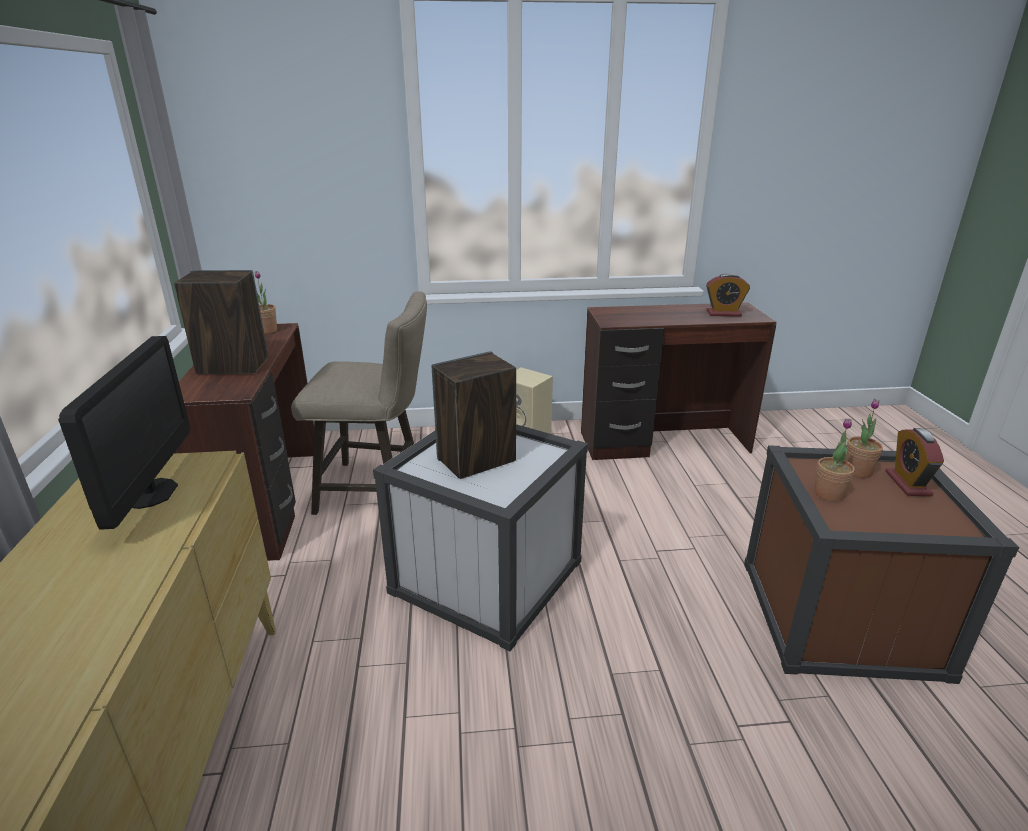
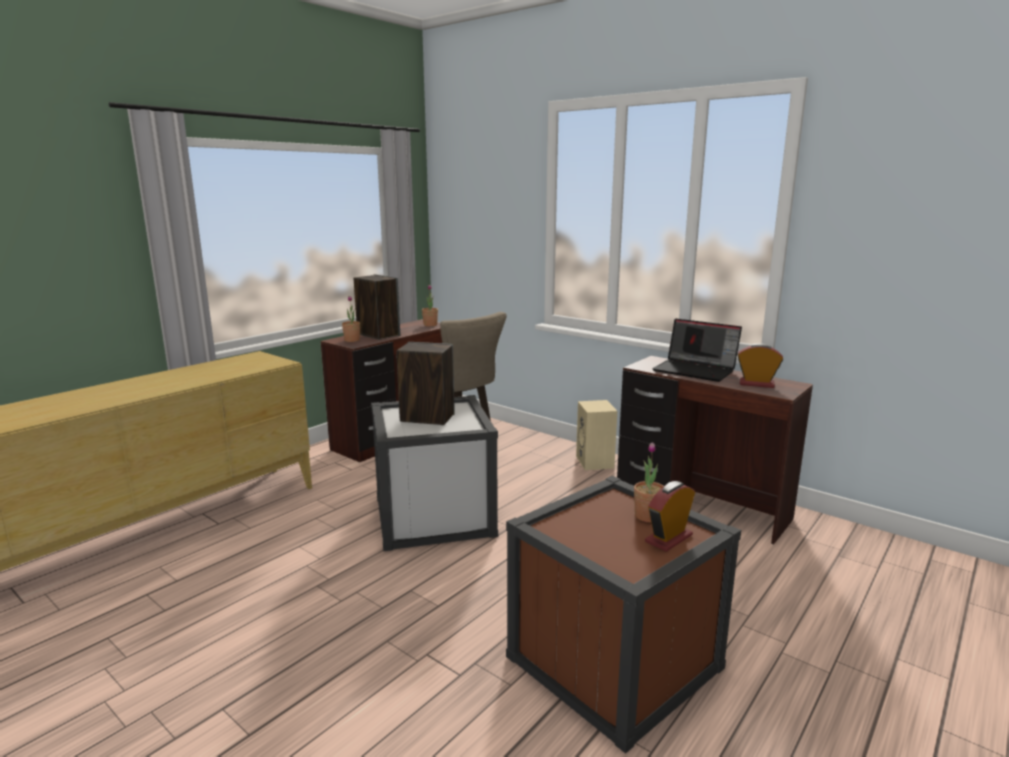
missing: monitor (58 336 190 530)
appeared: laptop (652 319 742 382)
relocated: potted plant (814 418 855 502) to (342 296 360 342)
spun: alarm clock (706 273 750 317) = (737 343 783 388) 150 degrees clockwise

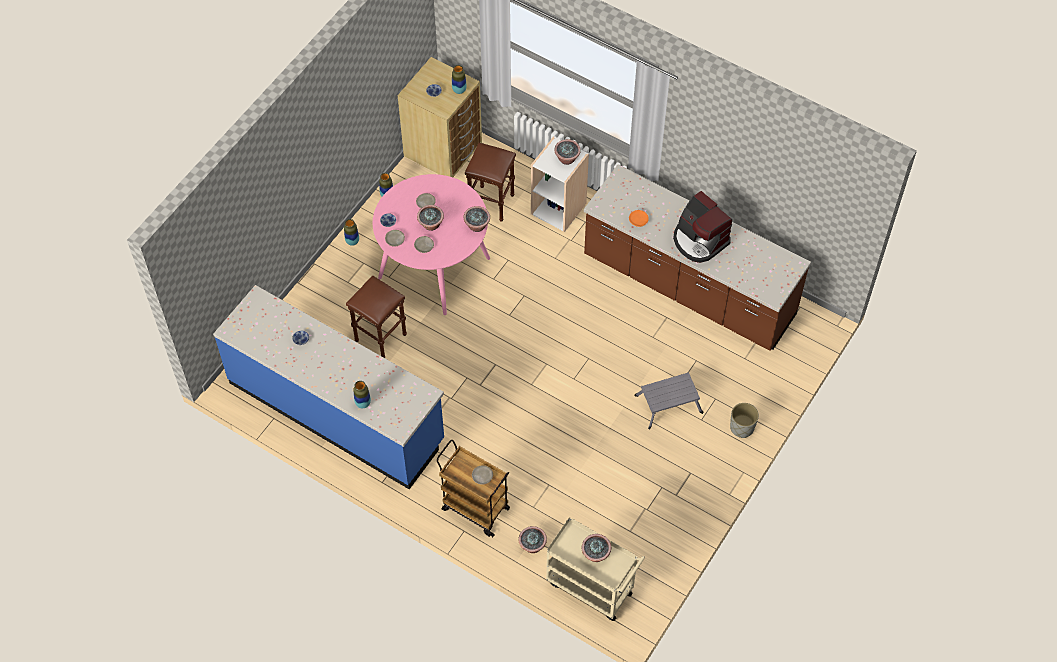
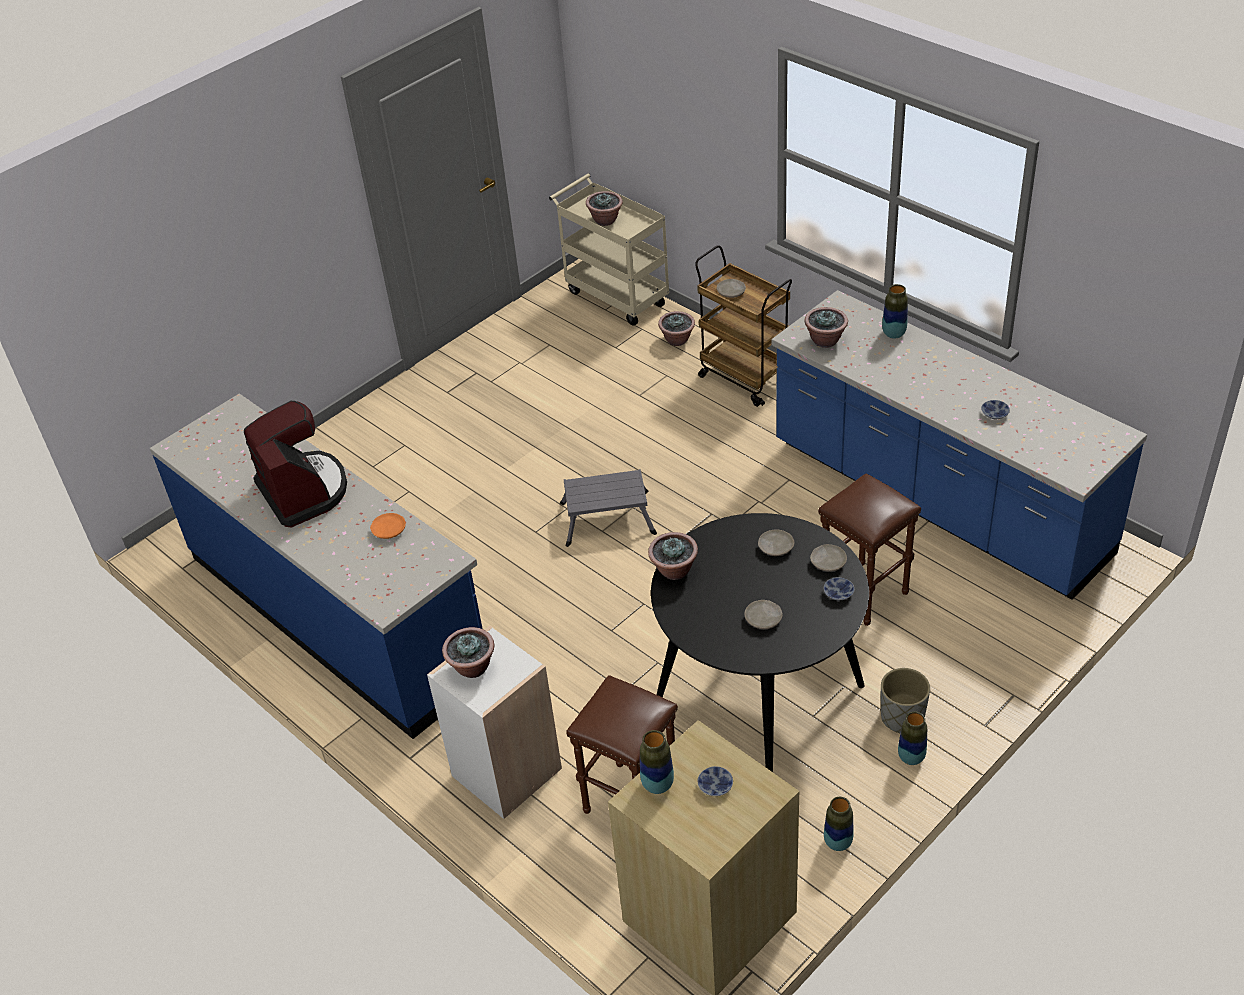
relocated: potted plant (417 205 444 231) to (804 307 848 348); grey step ladder (634 372 704 430) to (560 469 657 547); grey planter (730 403 759 438) to (881 668 930 733)
colour: pink dining table (373 174 490 315) to black dining table (651 513 869 772); brown counter (584 165 811 351) to blue counter (150 394 483 739)

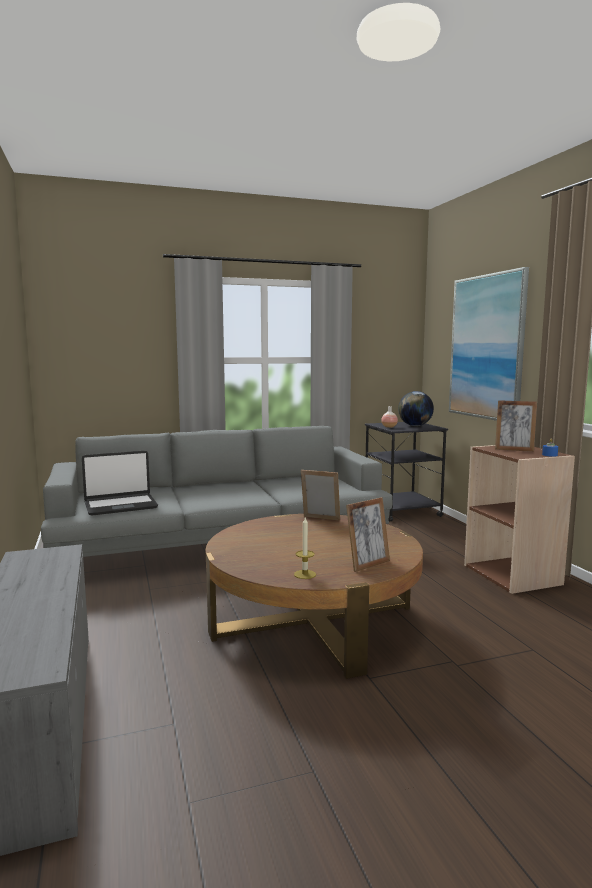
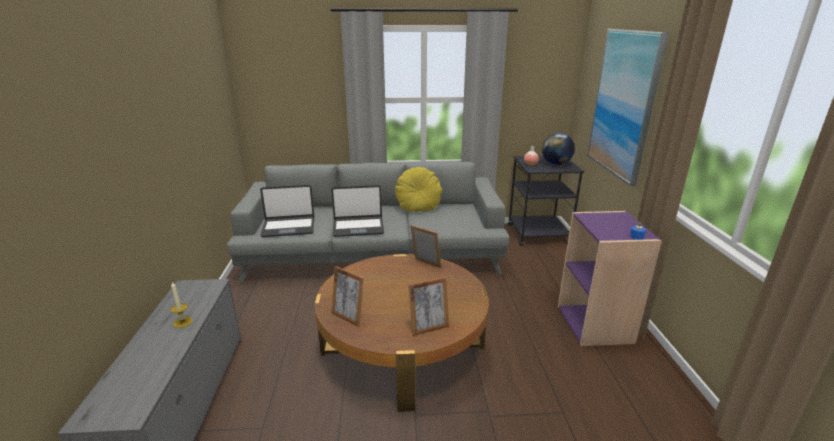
appeared: laptop (331 185 384 237); yellow pillow (395 167 442 212)
relocated: candle (294 518 316 579) to (171 282 193 328); picture frame (495 400 537 452) to (331 266 364 327)
colour: brown bookcase (464 445 575 594) to purple bookcase (558 211 662 346)

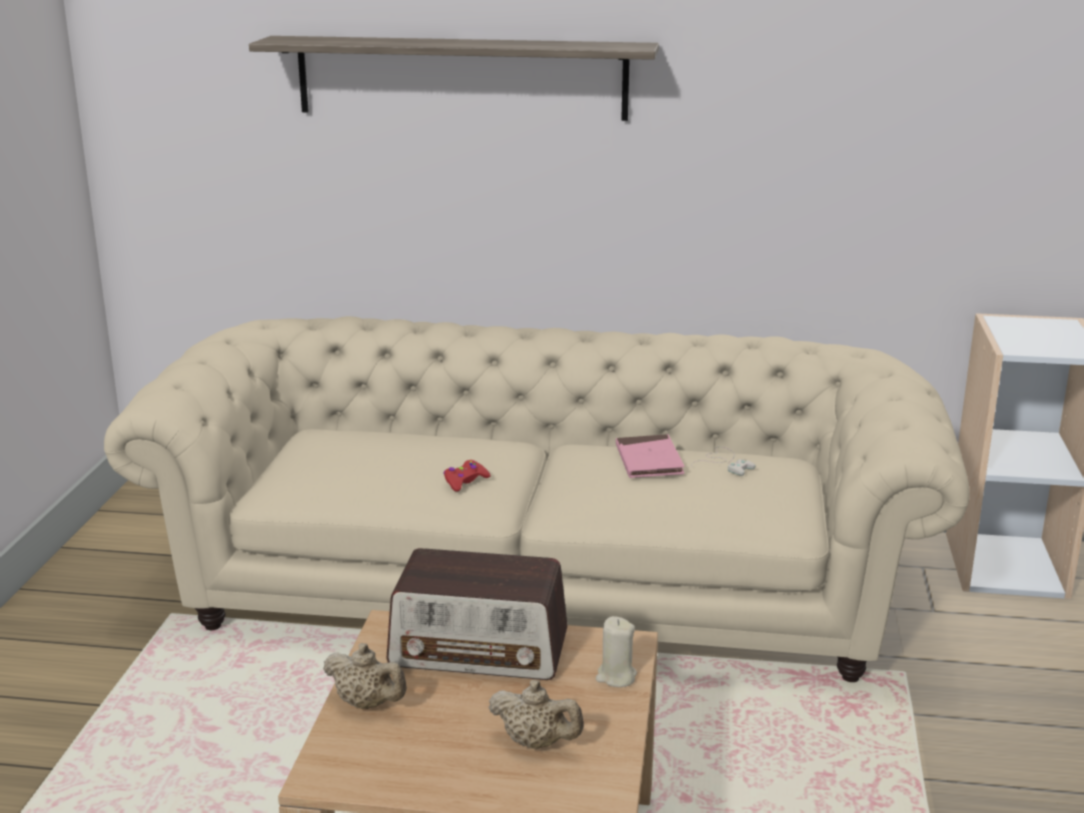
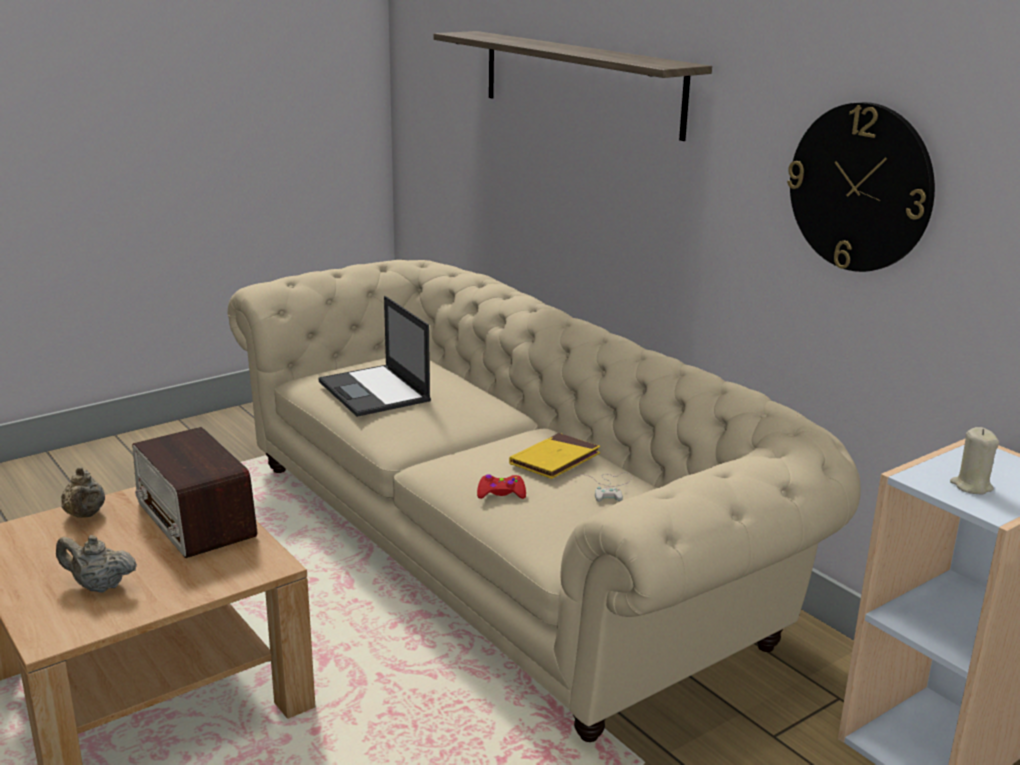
appeared: laptop (318 296 431 417); wall clock (787 102 935 272)
relocated: red game controller (443 460 491 492) to (477 474 526 499); beige candle (596 616 637 687) to (950 427 999 494)
colour: pink book (616 434 685 478) to yellow book (509 433 600 479)
spun: beige teapot (488 680 584 749) = (56 535 137 593) 120 degrees clockwise

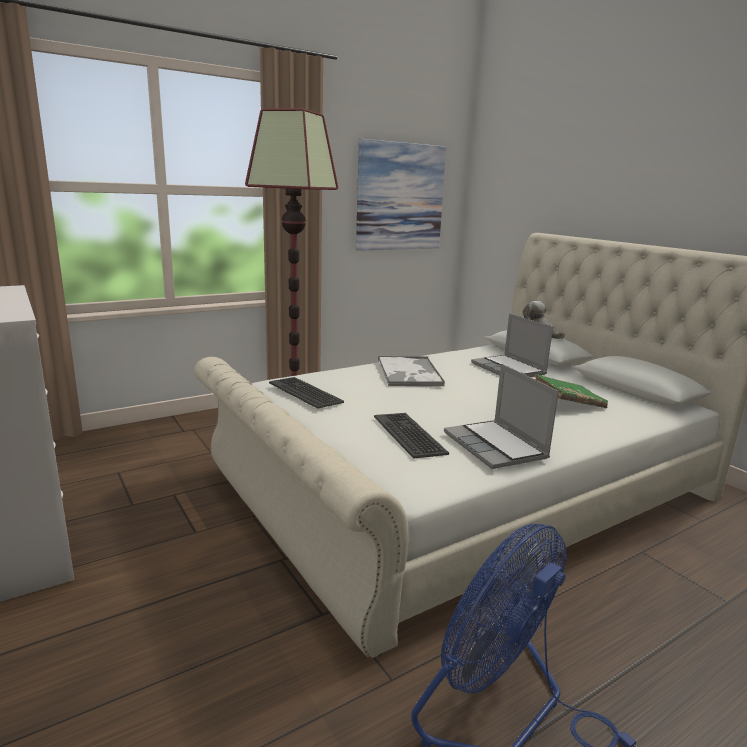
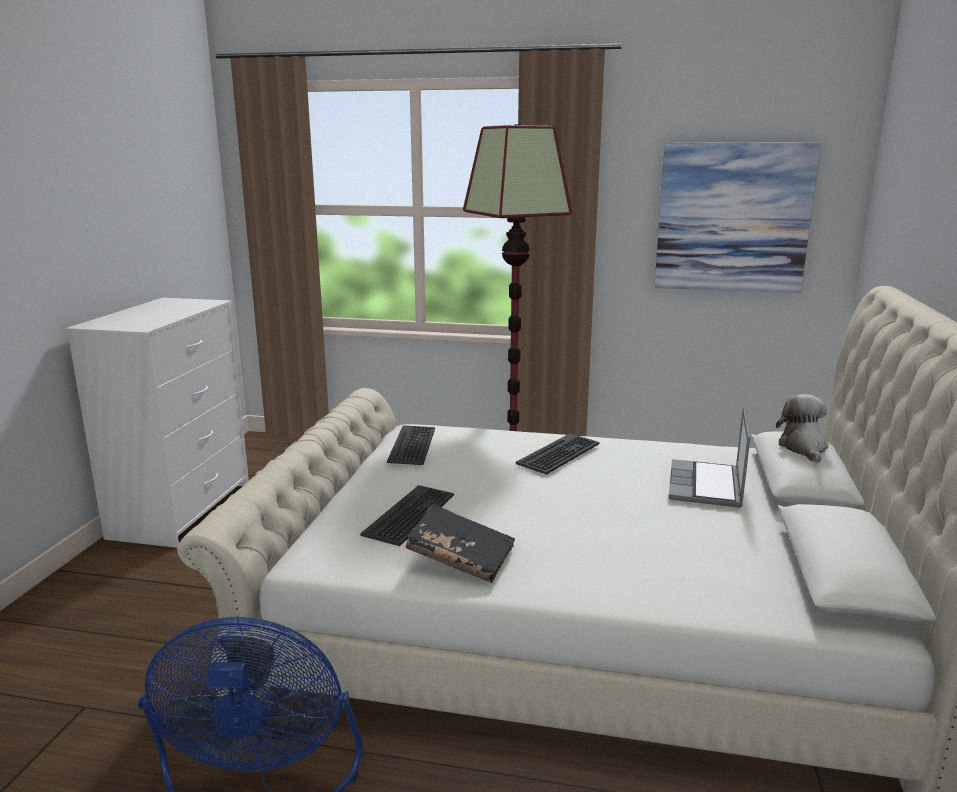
missing: green book (534 374 608 408)
exchanged: tray (378 356 445 386) to keyboard (516 433 599 475); laptop (444 364 559 469) to black book (406 504 515 583)

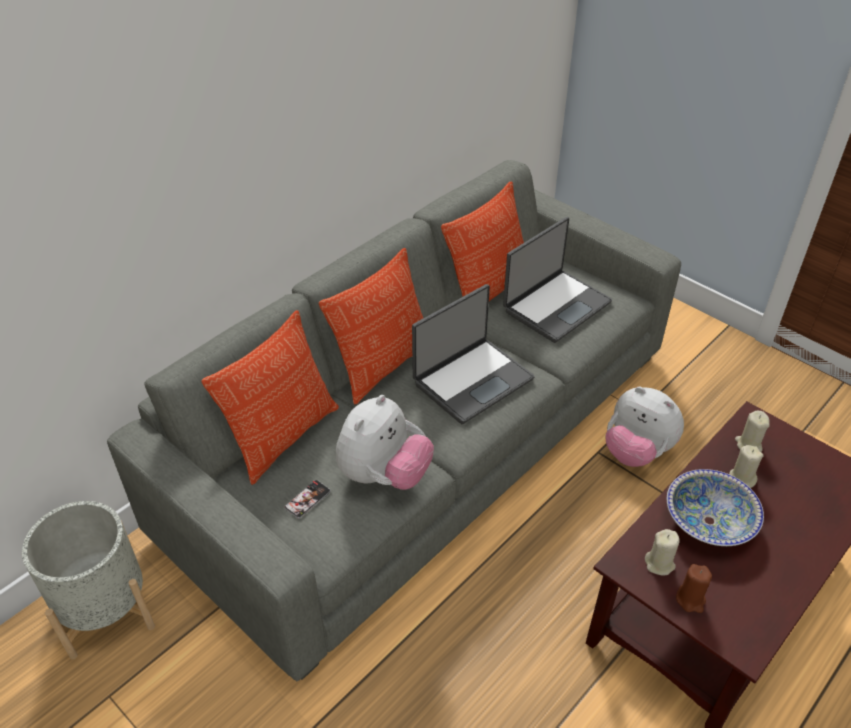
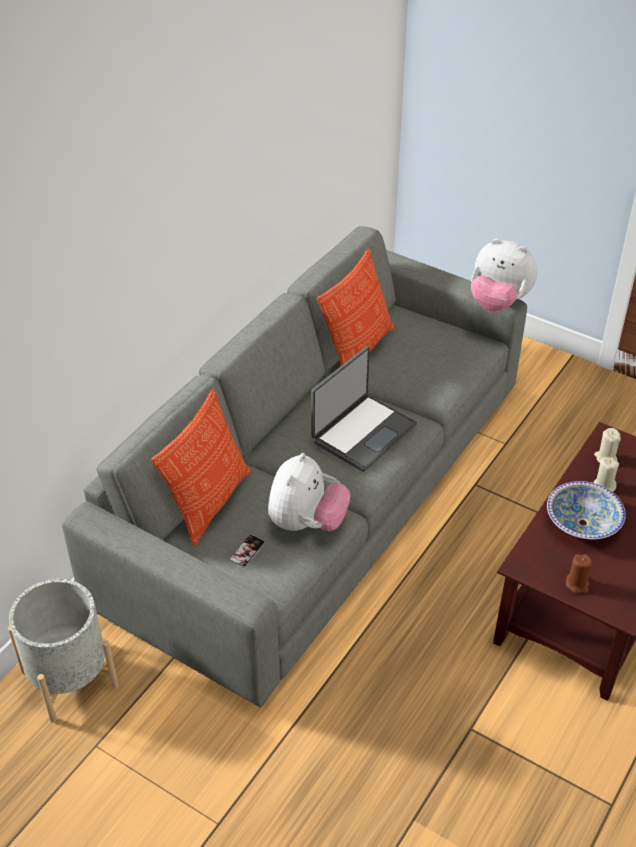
missing: orange pillow (319 248 423 405); laptop (503 217 612 343); beige candle (645 529 679 576)
relocated: plush toy (605 386 684 467) to (471 239 537 312)

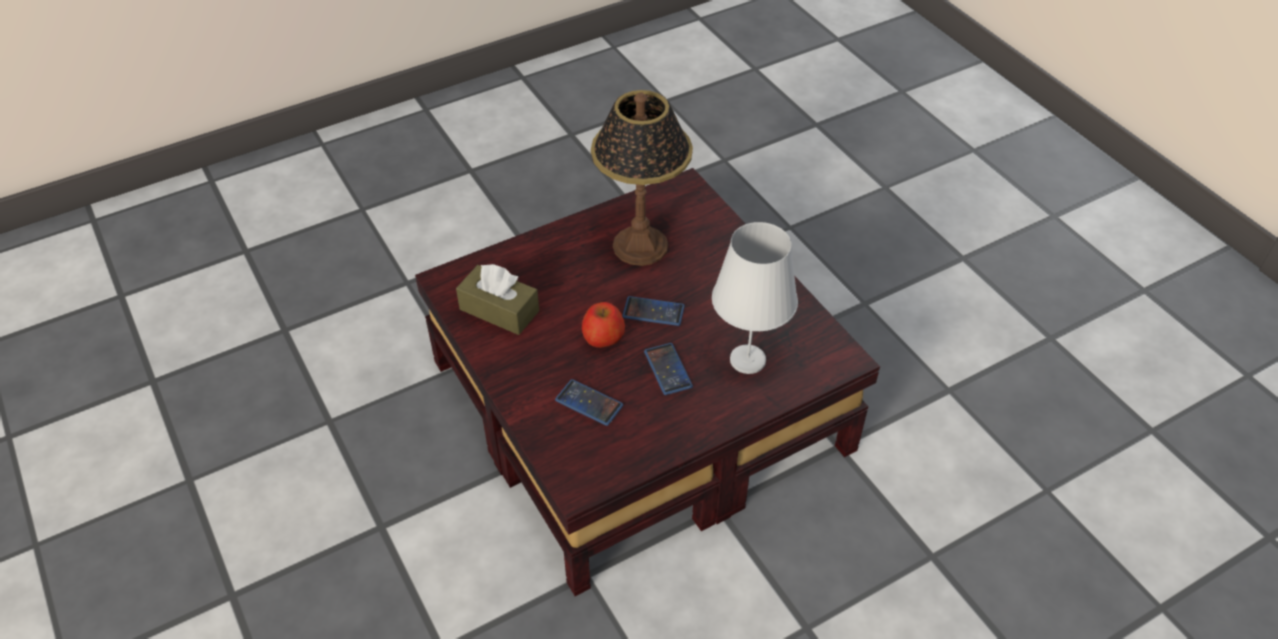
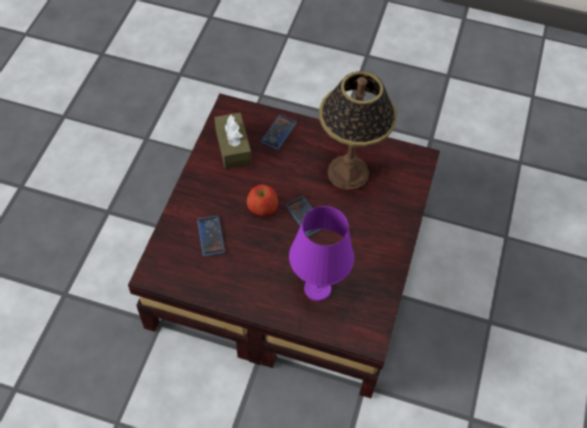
relocated: phone (644 343 693 395) to (261 115 297 150)
colour: white table lamp (712 222 798 374) to purple table lamp (289 206 354 301)

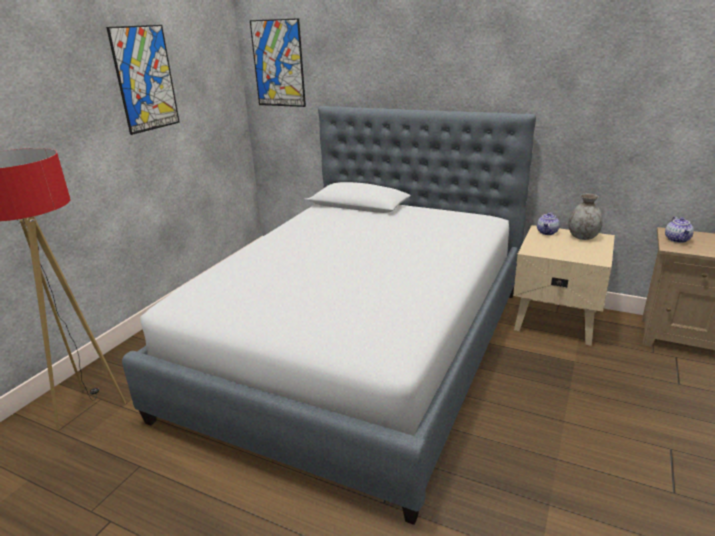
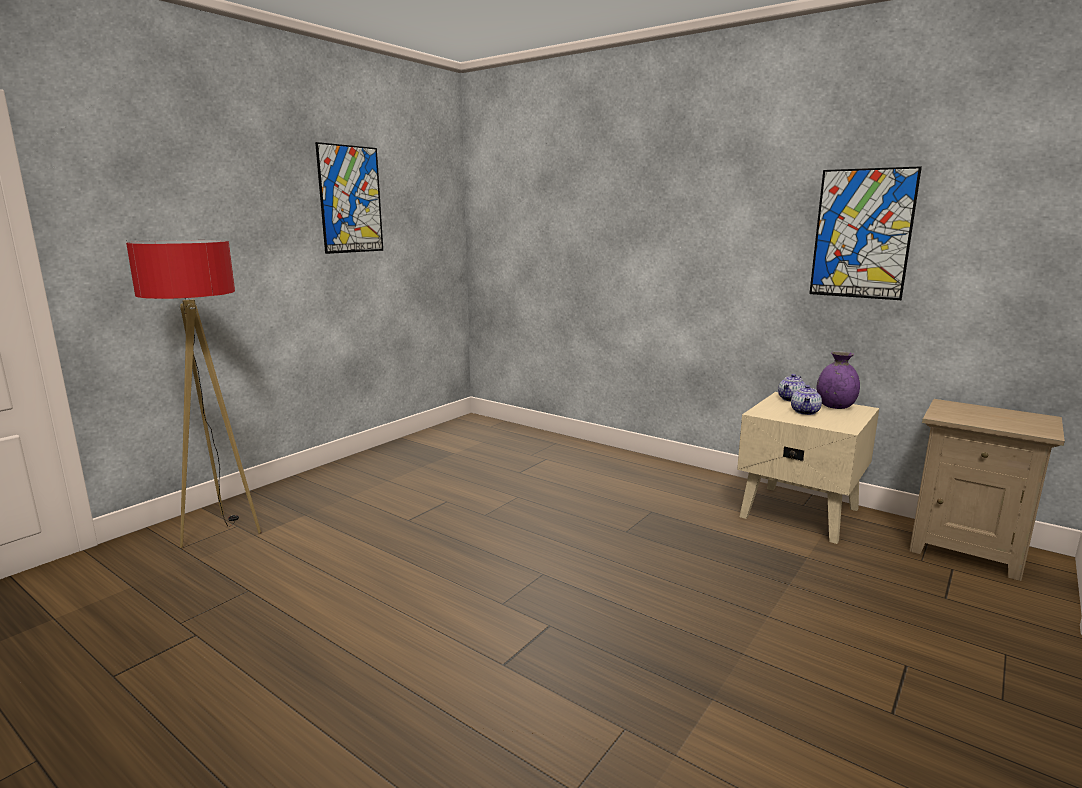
missing: bed (122 106 536 525)
relocated: picture (250 18 306 107) to (809 166 922 300); teapot (665 216 694 243) to (791 385 822 415)
colour: grey vase (568 194 603 240) to purple vase (816 351 860 409)

